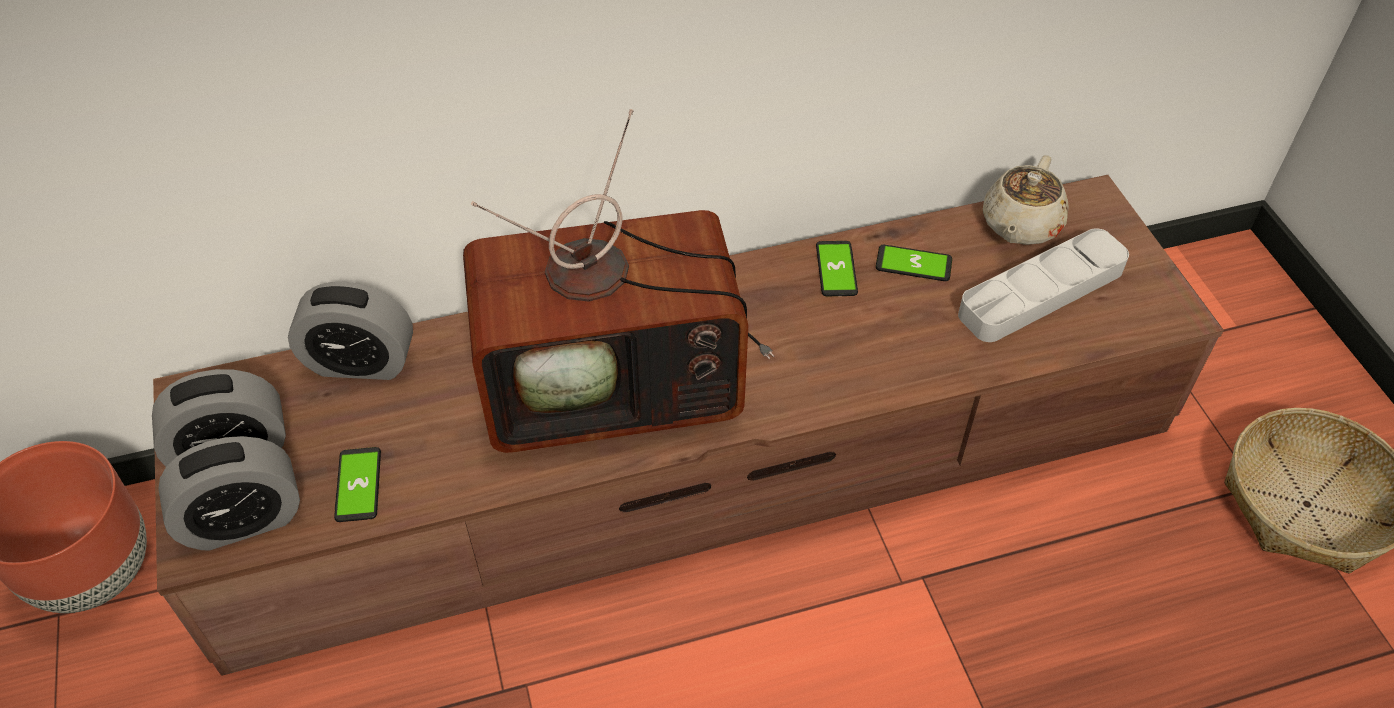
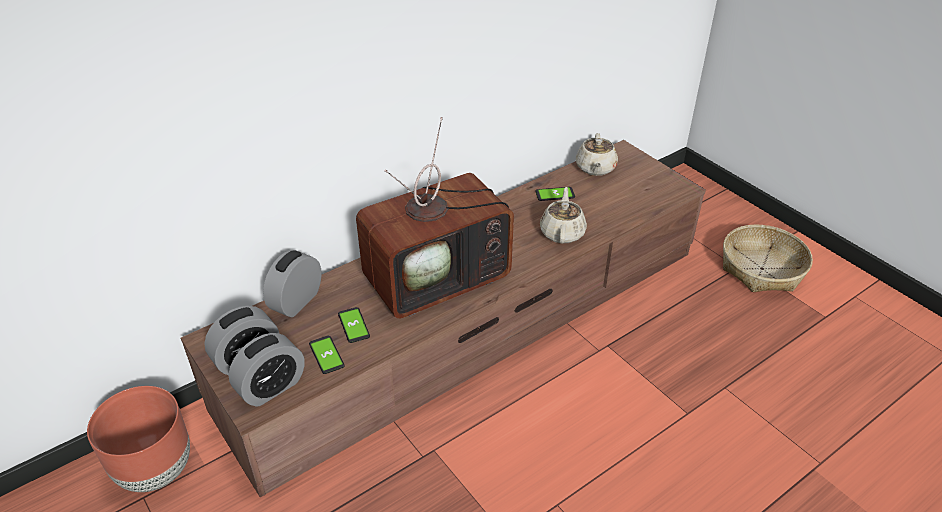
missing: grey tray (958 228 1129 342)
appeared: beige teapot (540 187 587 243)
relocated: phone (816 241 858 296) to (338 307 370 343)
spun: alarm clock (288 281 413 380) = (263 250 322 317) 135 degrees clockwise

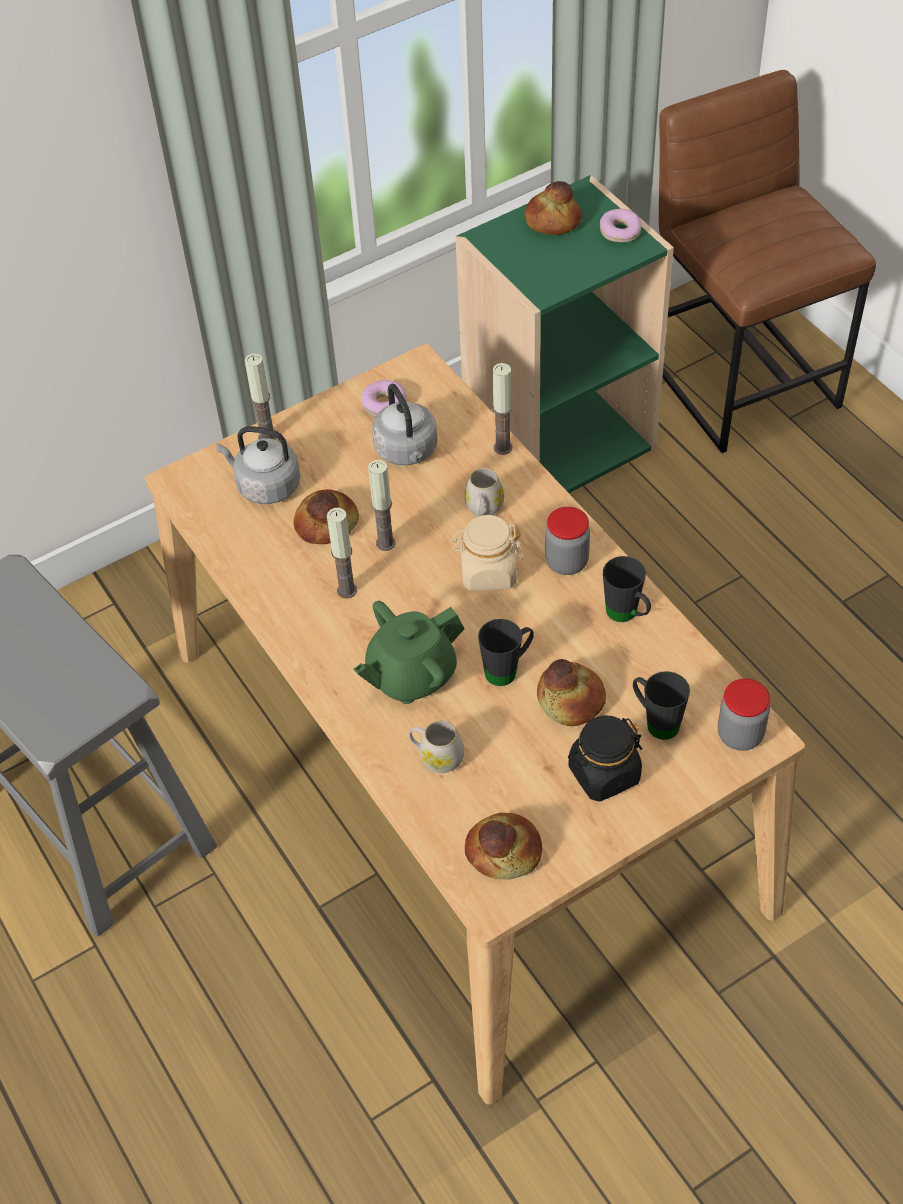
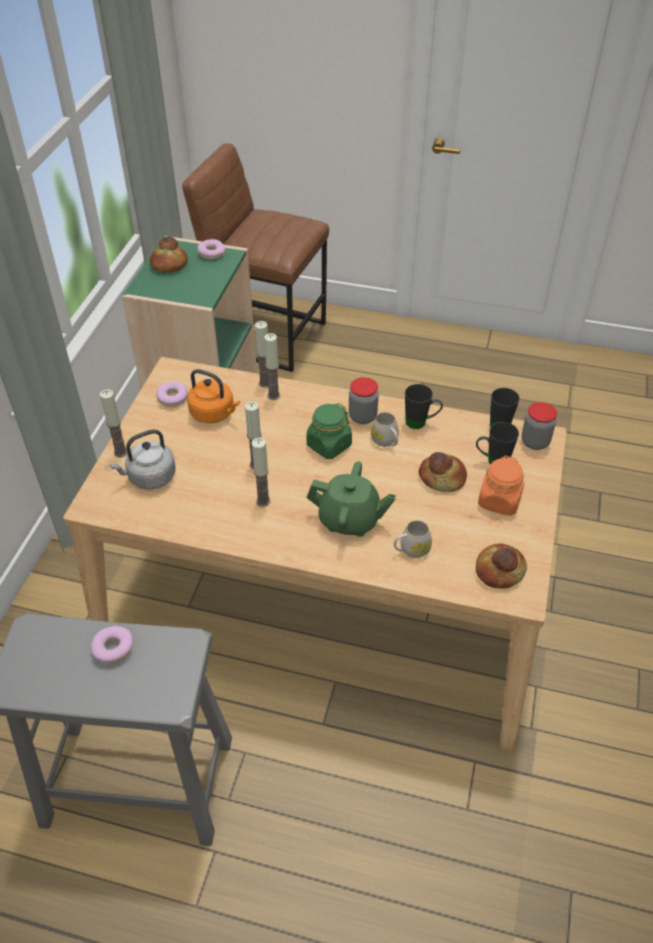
missing: bread (293 489 359 544)
appeared: donut (91 626 133 665); candle (264 333 280 400)
relocated: white mug (464 468 504 517) to (371 412 399 447); black mug (478 619 534 686) to (490 388 520 427)
colour: grey kettle (372 384 437 465) to orange kettle (187 369 240 423); beige jar (451 515 524 591) to green jar (306 403 352 459); black jar (568 715 642 802) to orange jar (478 456 524 516)
spun: green teapot (353 601 465 704) = (306 461 396 537) 90 degrees counterclockwise

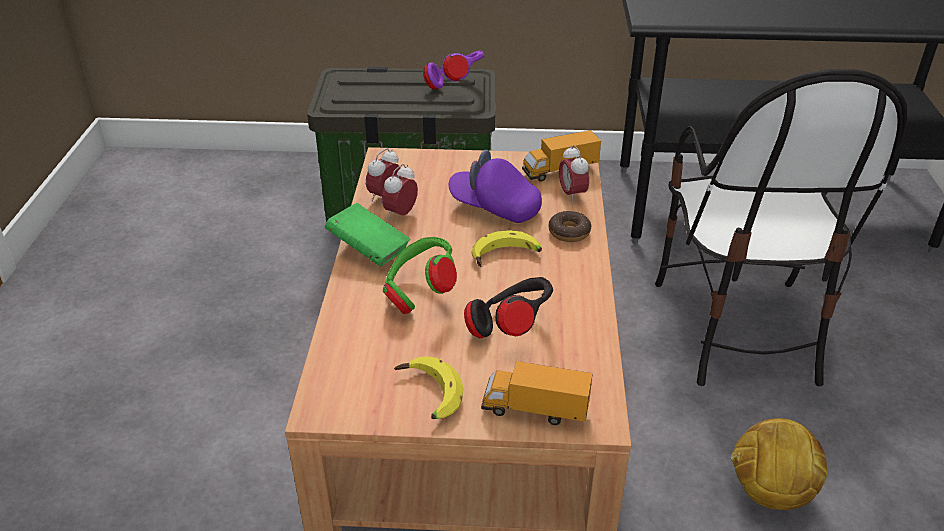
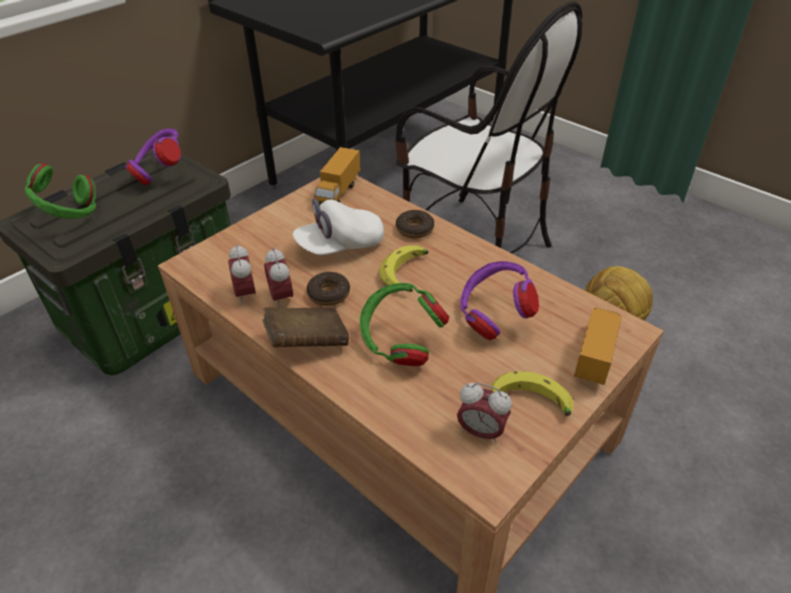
appeared: green headphones (25 163 96 219); donut (307 271 350 306)
relocated: alarm clock (559 145 589 203) to (457 383 512 444)
colour: green book (325 203 410 266) to brown book (262 308 349 347); purple cap (449 150 542 223) to white cap (293 198 384 255); black headphones (464 277 553 338) to purple headphones (460 261 539 340)
spun: toy truck (481 361 593 425) = (574 308 622 385) 150 degrees clockwise

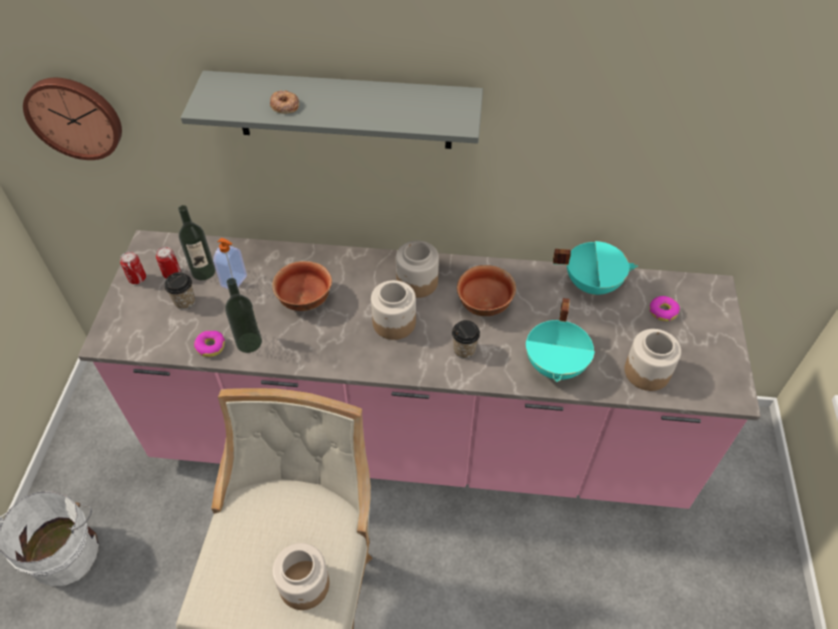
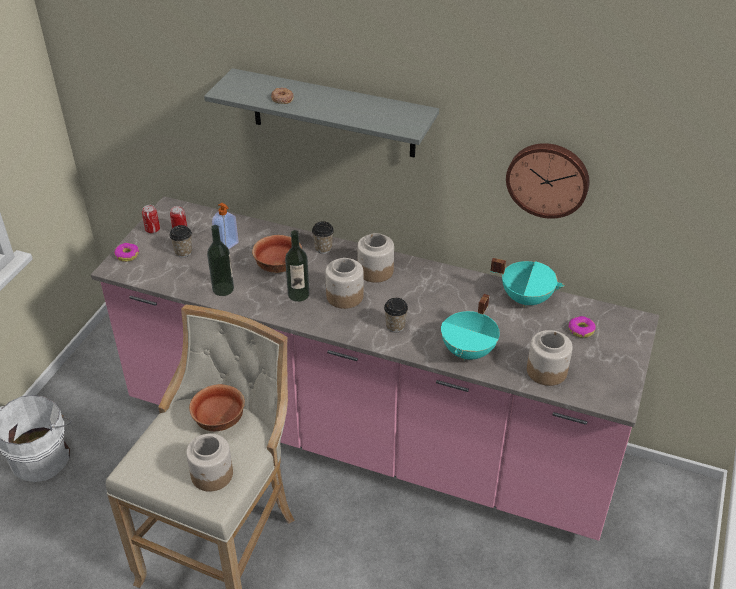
appeared: cup (312 221 334 254)
relocated: wall clock (23 78 122 160) to (506 143 589 219); bottle (178 205 215 280) to (285 230 309 302); donut (194 331 225 357) to (114 243 139 262); bowl (457 265 516 316) to (189 384 245 431)

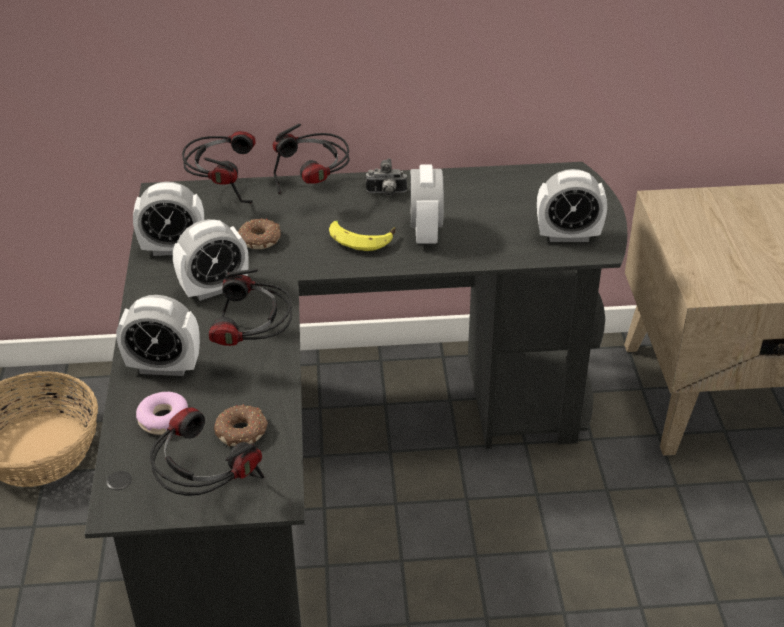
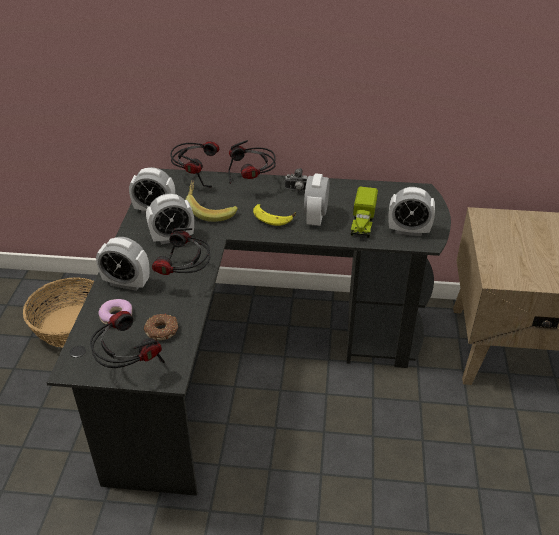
appeared: toy truck (351 187 378 238)
exchanged: donut (238 218 281 249) to banana (185 180 238 222)

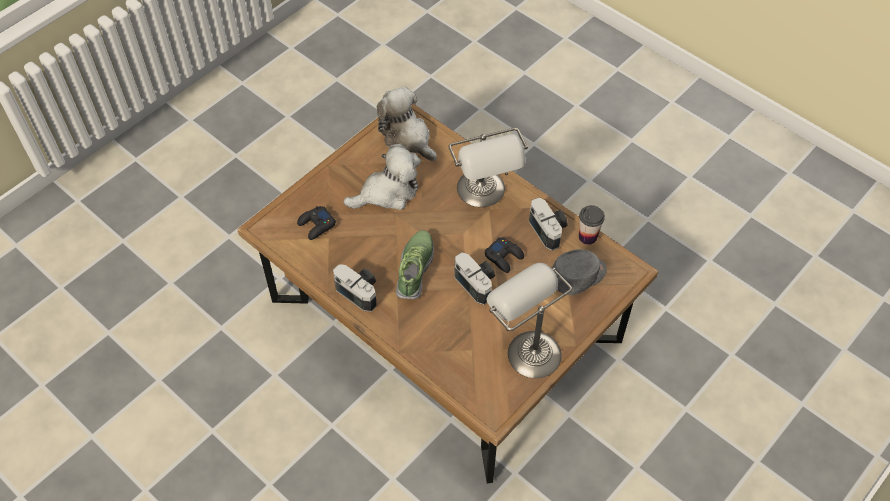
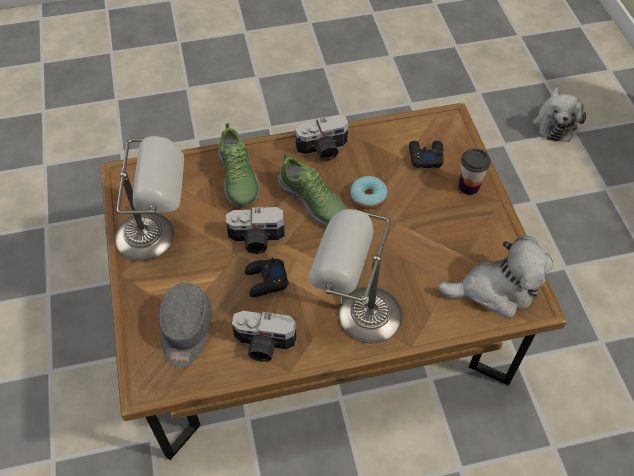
appeared: shoe (218 123 260 207); donut (350 176 387 209)
relocated: plush toy (343 144 421 210) to (533 87 586 142); cup (579 205 605 245) to (459 148 491 195)

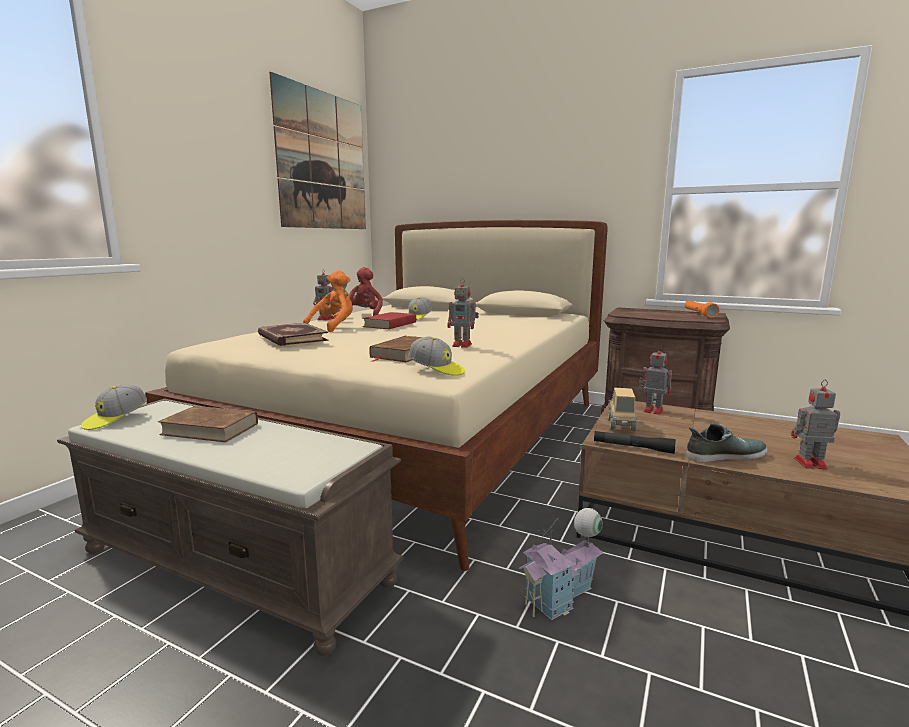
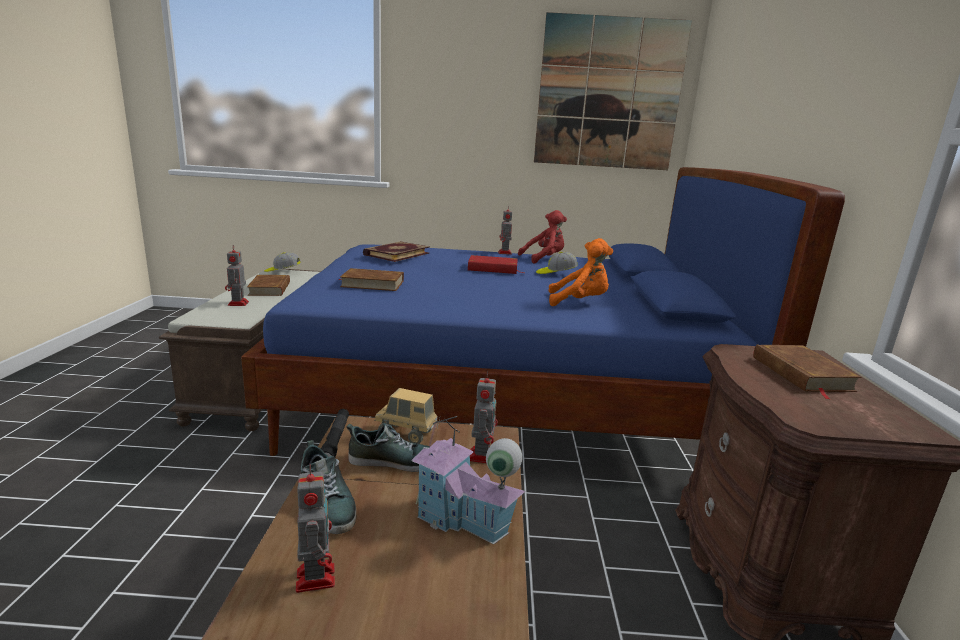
missing: cap (409 336 465 376); orange flashlight (685 301 720 318)
appeared: shoe (346 423 430 472); brown book (753 345 862 399)
relocated: orange plush toy (303 270 353 332) to (549 238 613 306); toy robot (448 278 479 348) to (225 245 249 306); toy house (519 508 604 620) to (411 416 526 544)
colour: beige bed (145 220 608 571) to blue bed (241 167 845 456)
spun: toy truck (608 388 637 431) = (375 388 438 444) 150 degrees counterclockwise

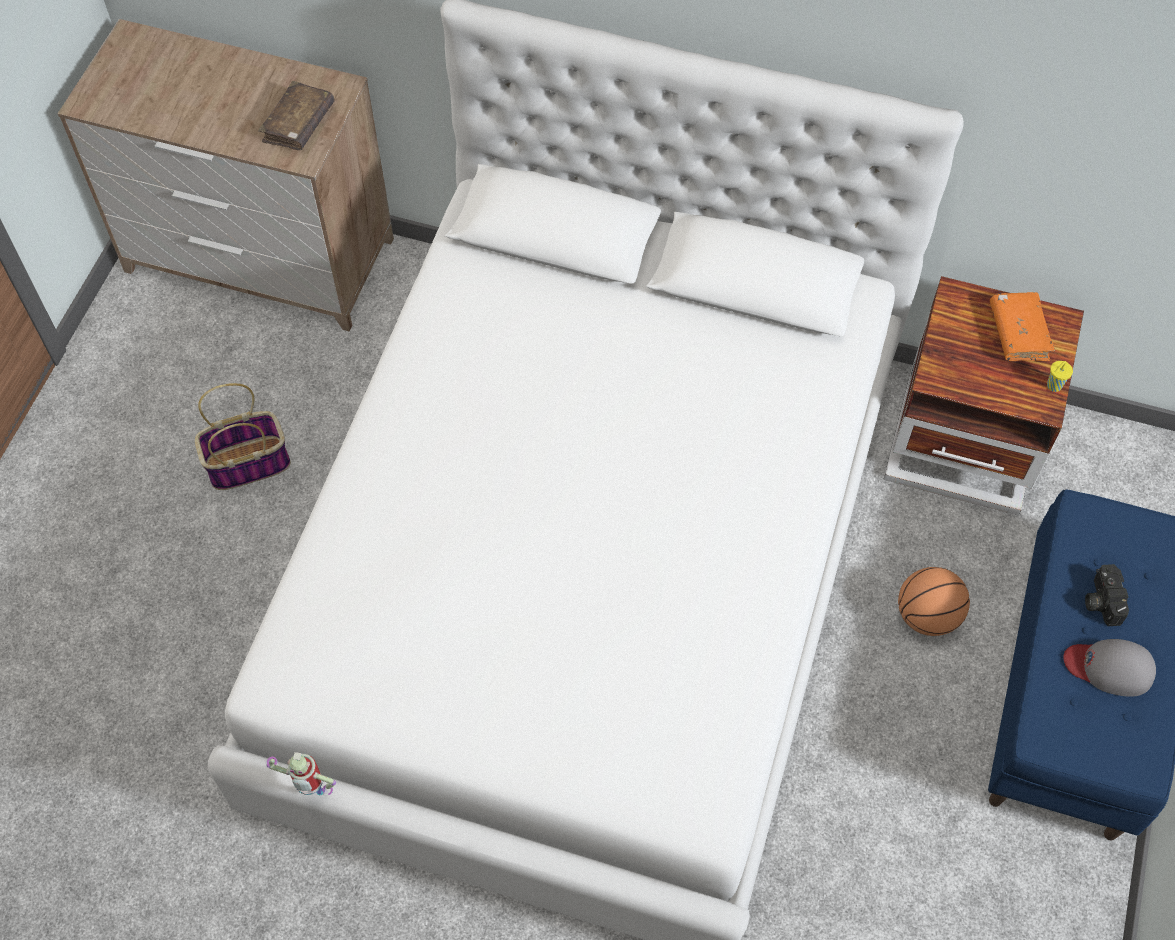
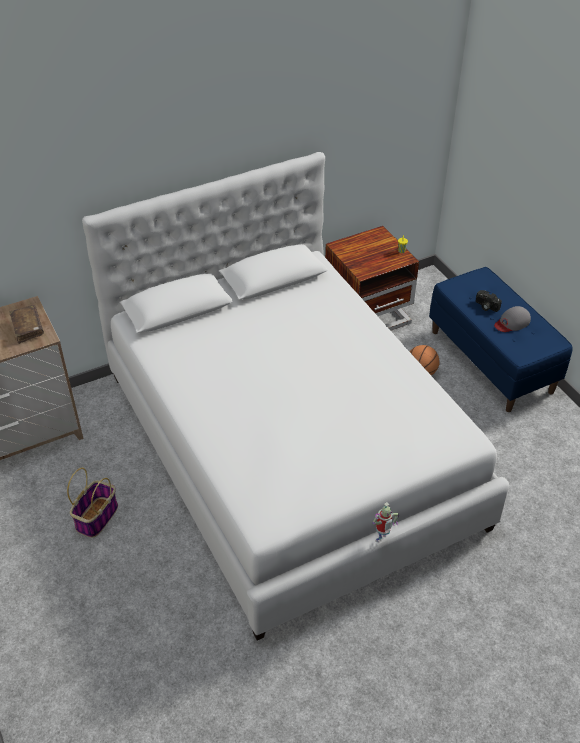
missing: orange book (990 292 1055 361)
relocated: toy robot (266 752 336 795) to (372 502 399 542)

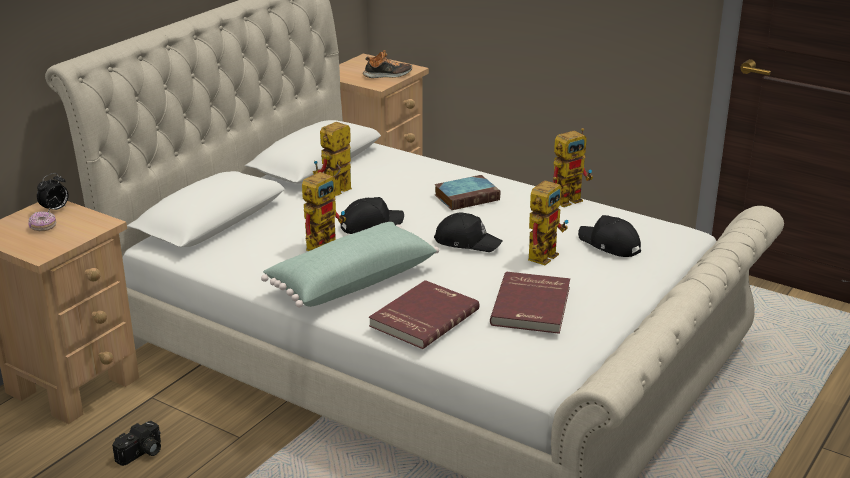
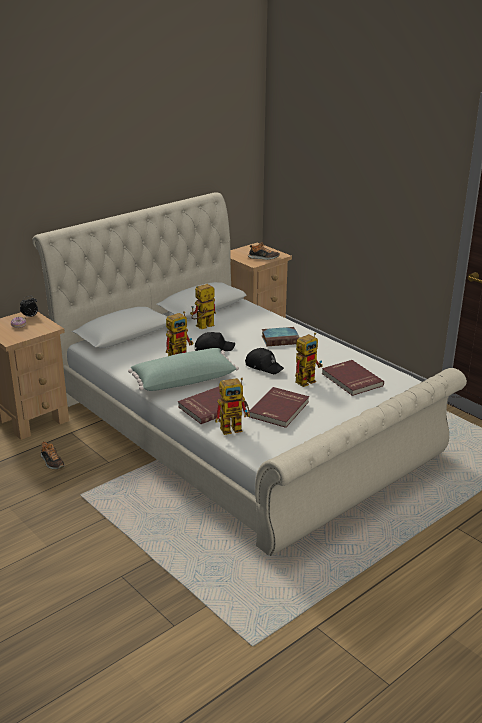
relocated: toy robot (553 128 593 207) to (215 378 250 435)
exchanged: photo camera (112 421 161 466) to shoe (41 441 65 469); black cap (578 215 641 257) to red book (322 360 384 396)

